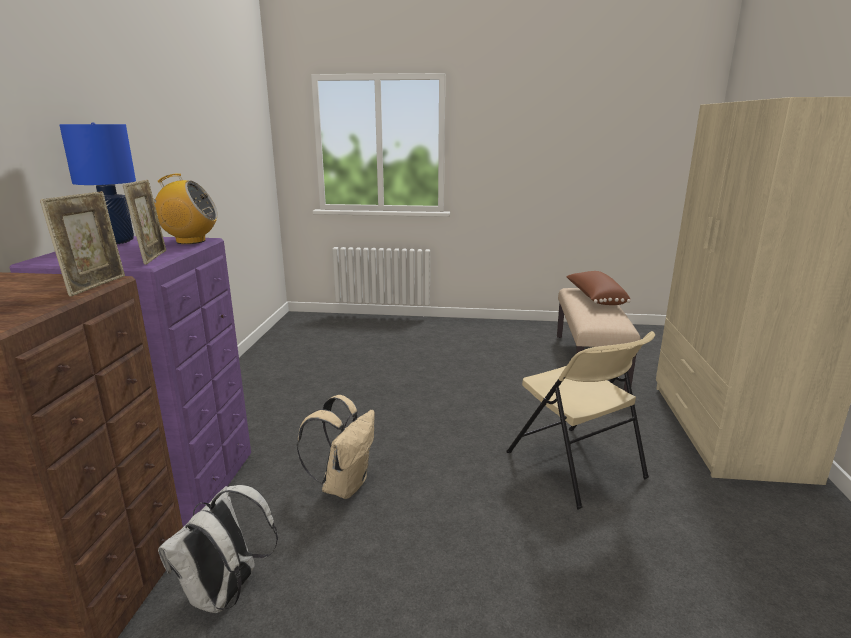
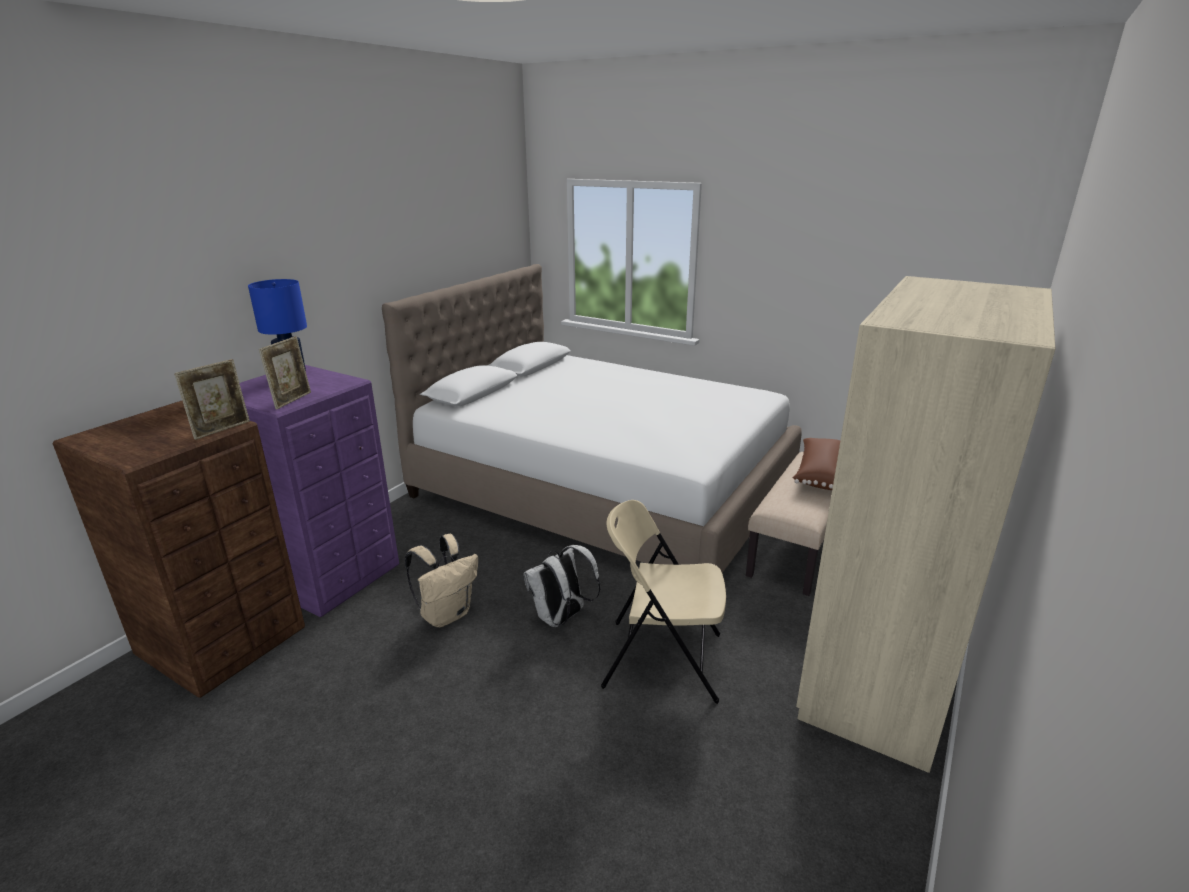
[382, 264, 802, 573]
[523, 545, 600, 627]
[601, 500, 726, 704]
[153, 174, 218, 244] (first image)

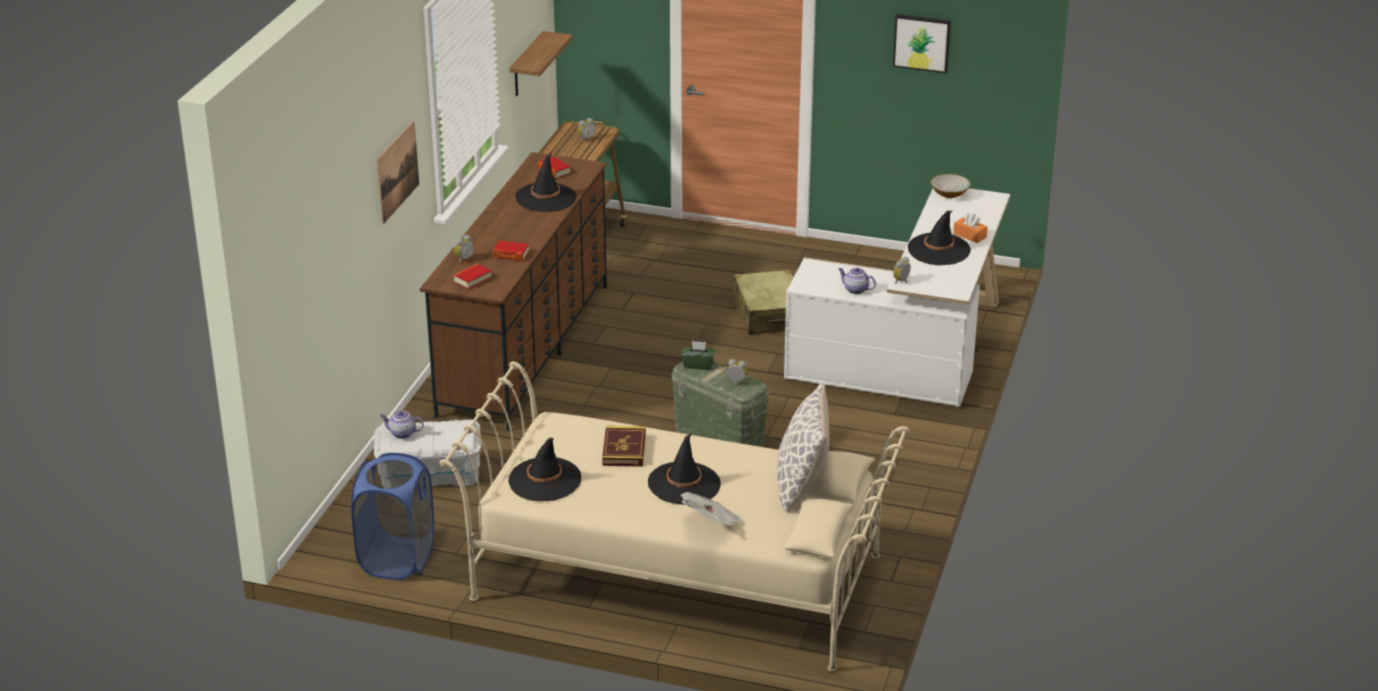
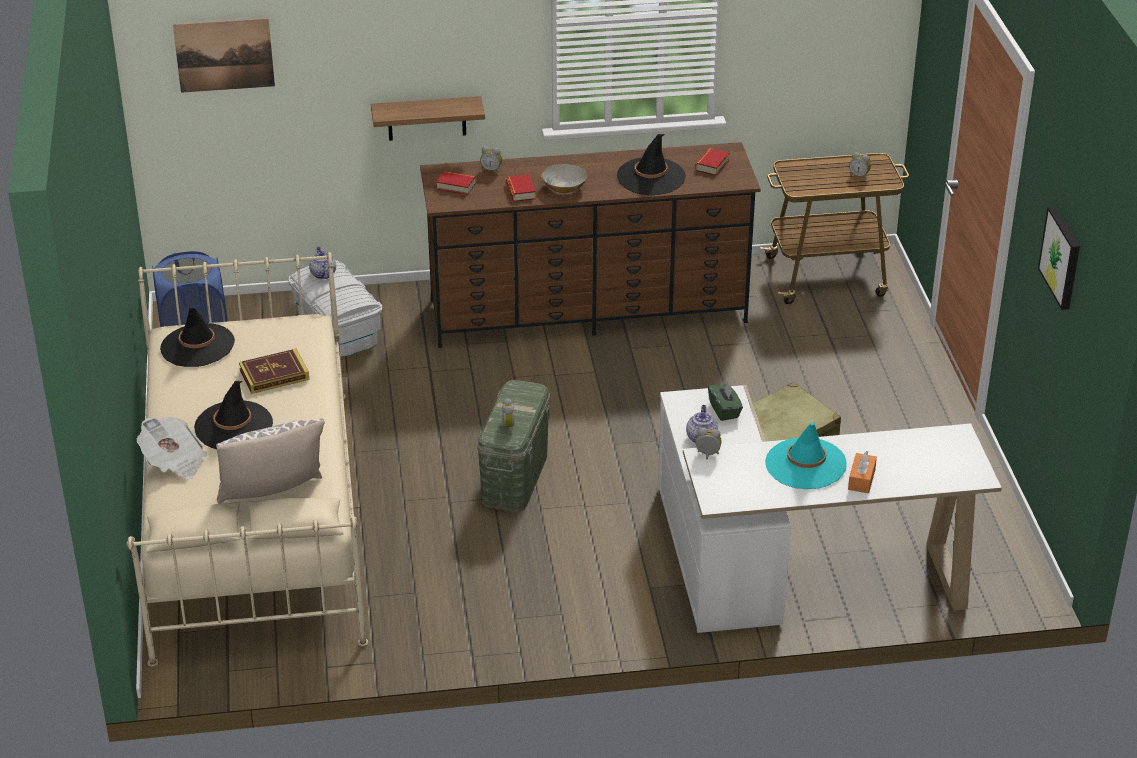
[173, 18, 275, 93]
[371, 96, 485, 141]
[541, 164, 587, 193]
[708, 382, 743, 421]
[765, 423, 847, 489]

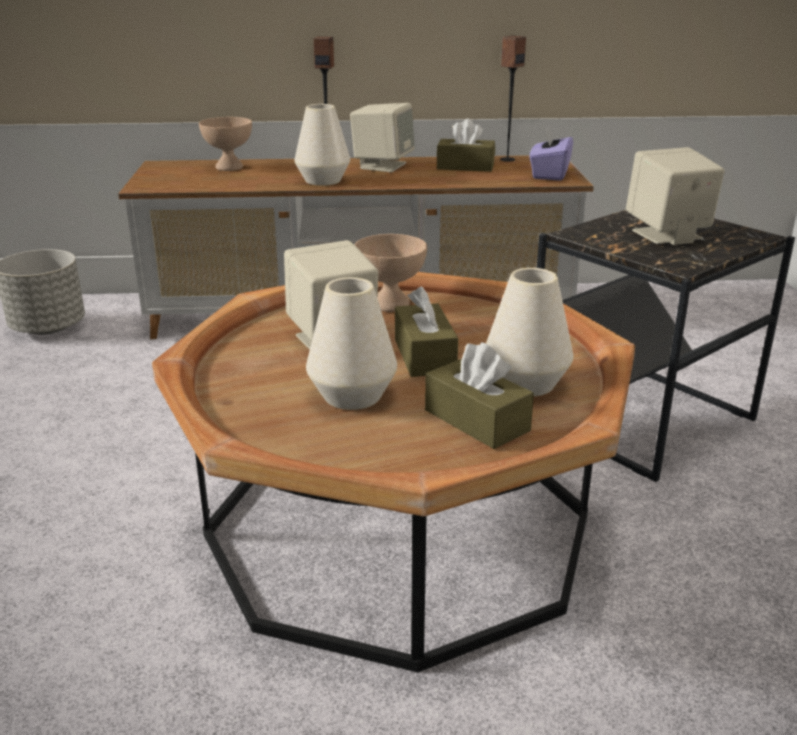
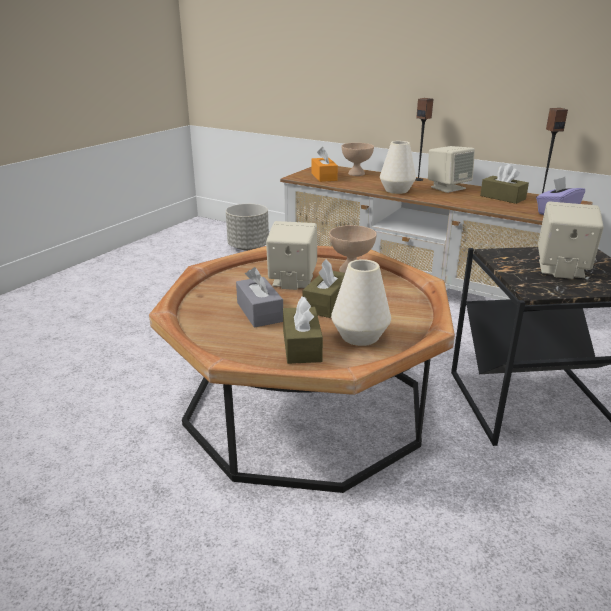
[236, 267, 283, 327]
[311, 147, 338, 182]

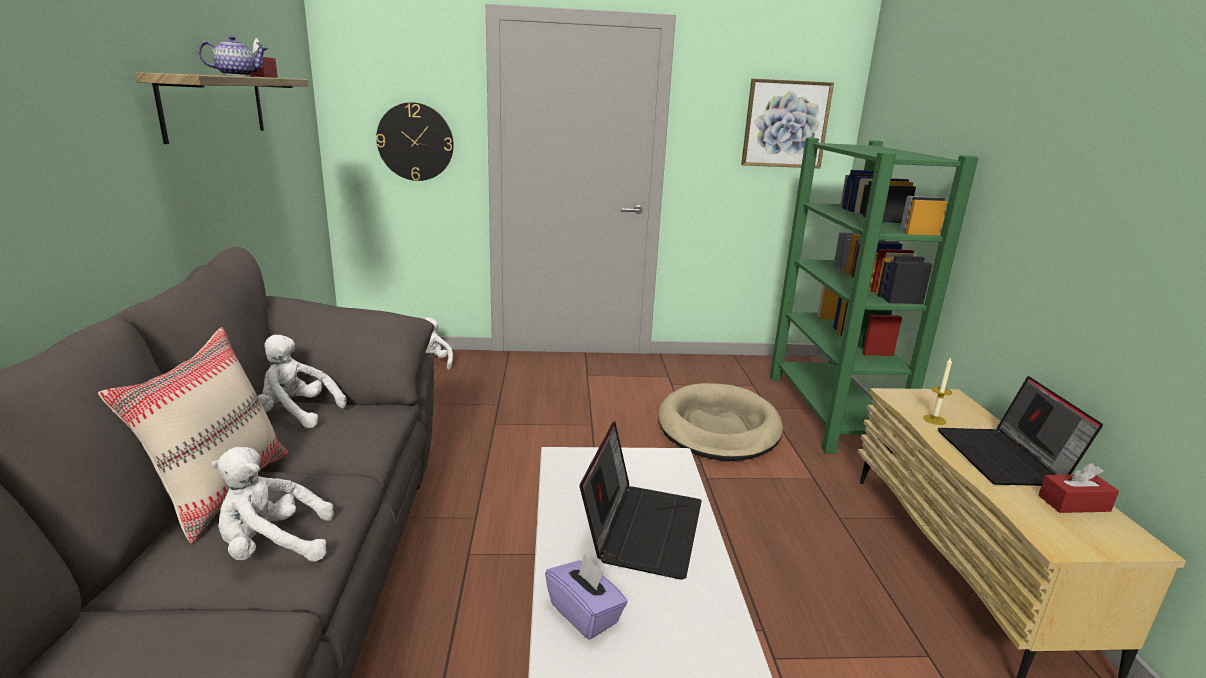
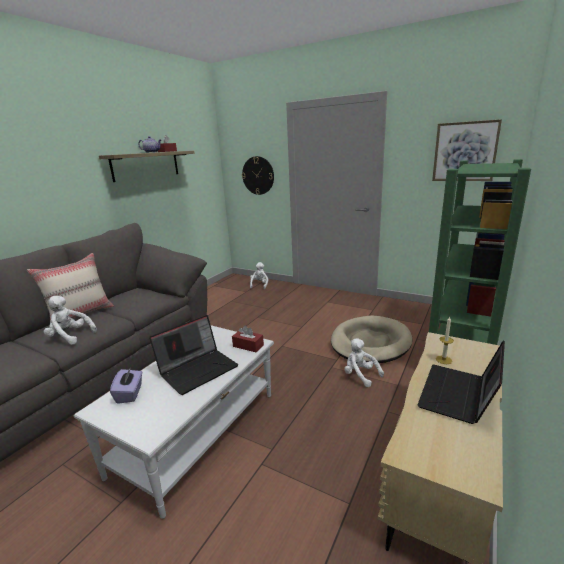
[232, 325, 264, 352]
[344, 338, 384, 387]

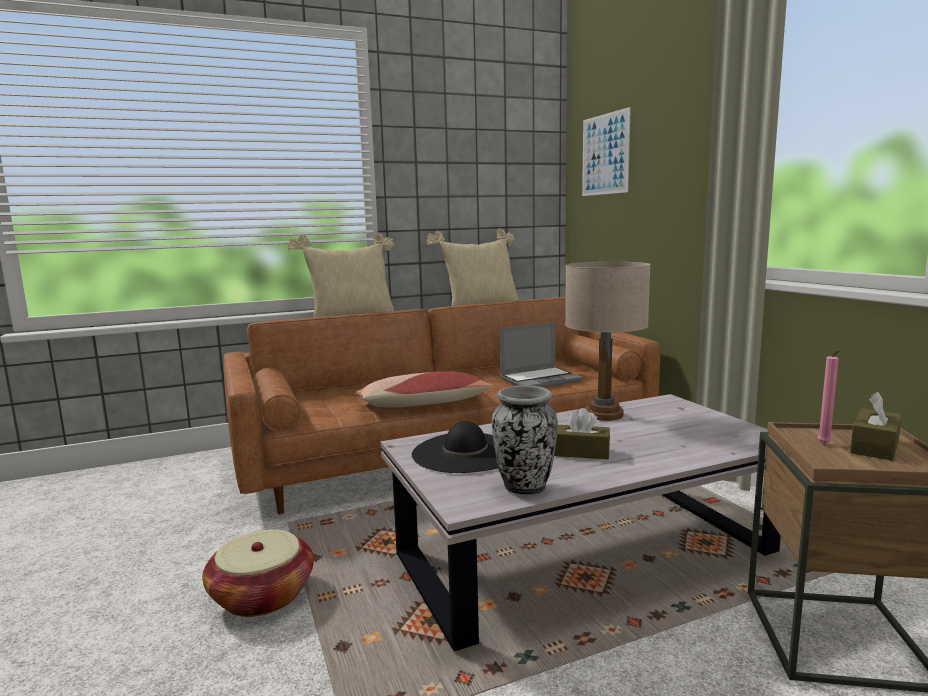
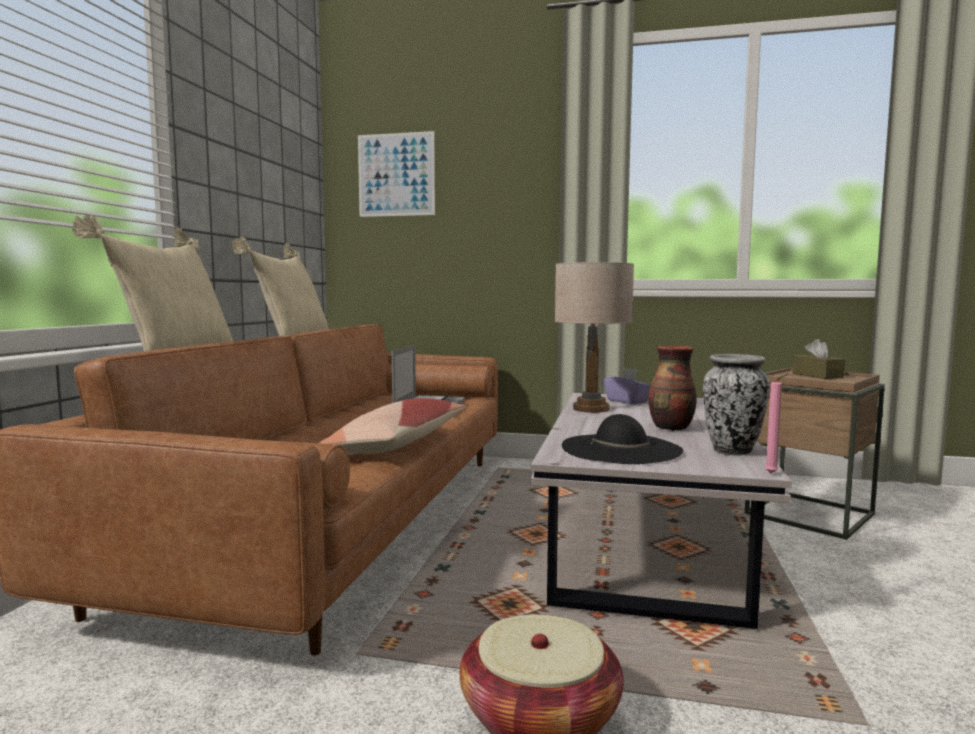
[604, 368, 651, 404]
[648, 346, 697, 431]
[765, 373, 789, 474]

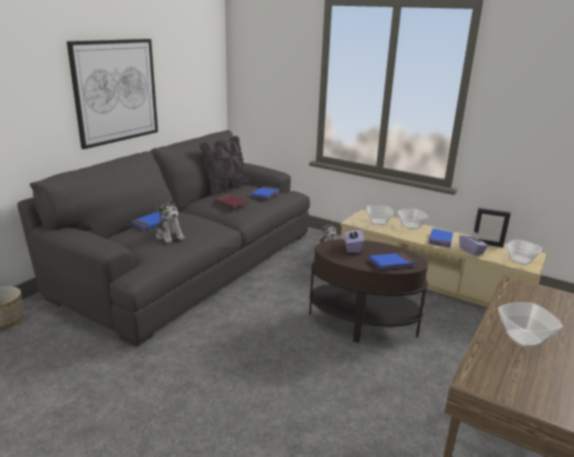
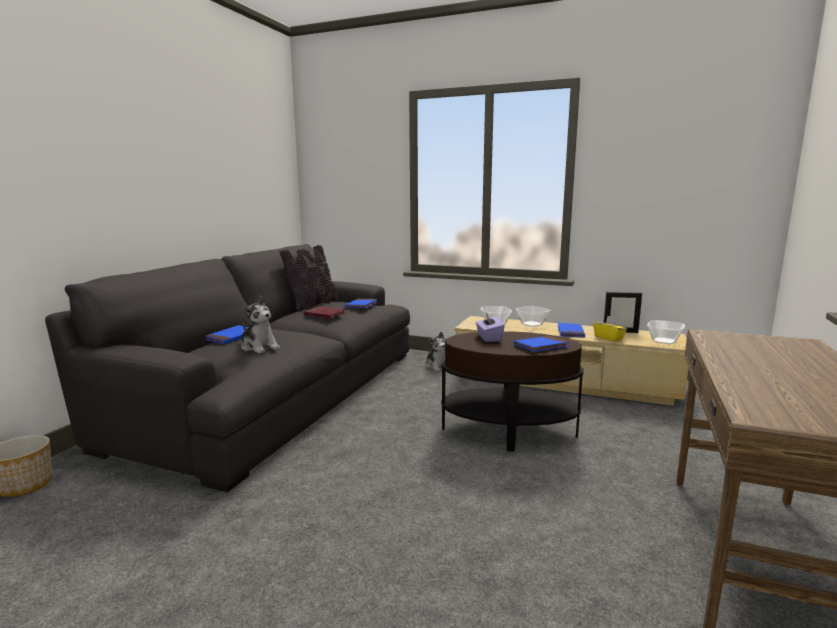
[593, 316, 627, 342]
[67, 39, 158, 149] (first image)
[498, 302, 563, 347] (first image)

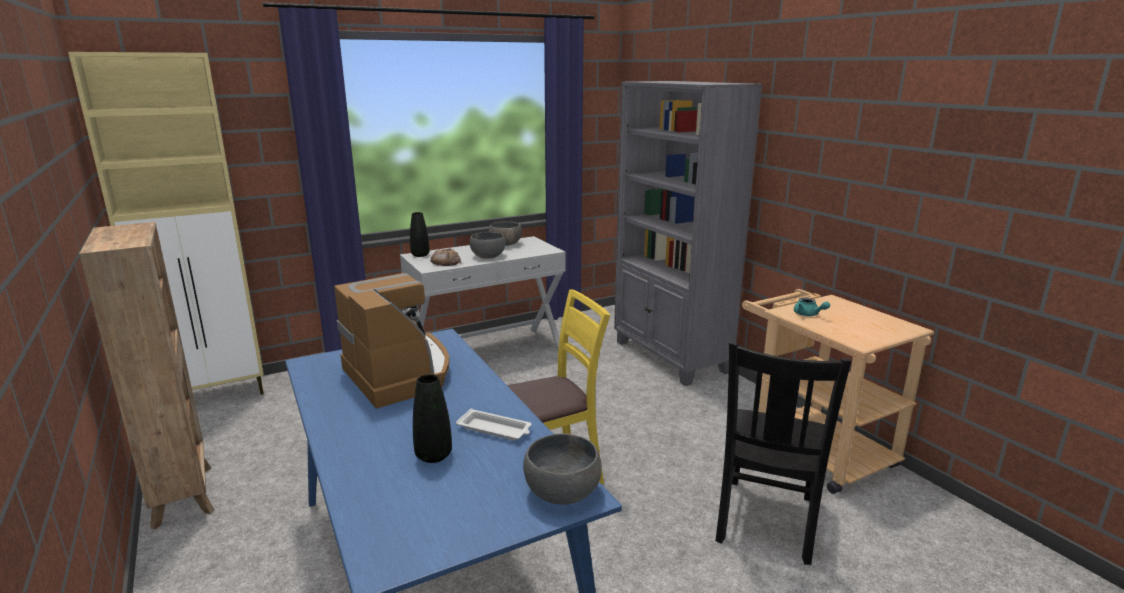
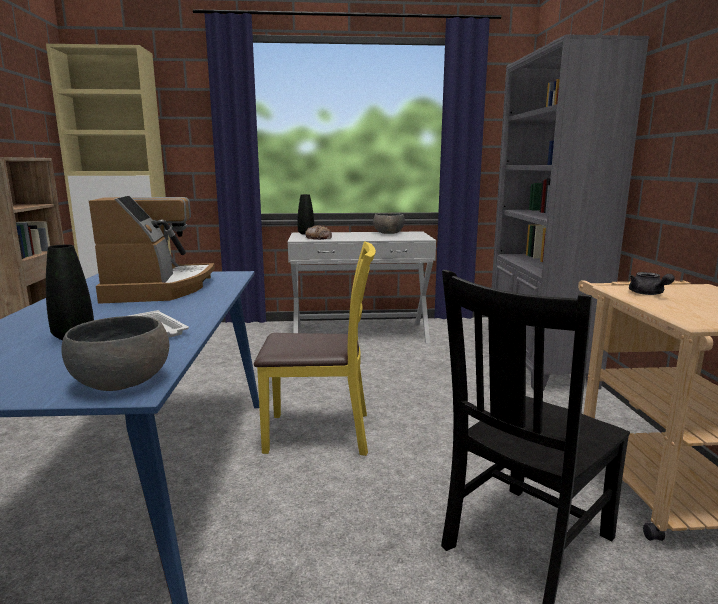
[629, 272, 675, 295]
[470, 232, 505, 259] (first image)

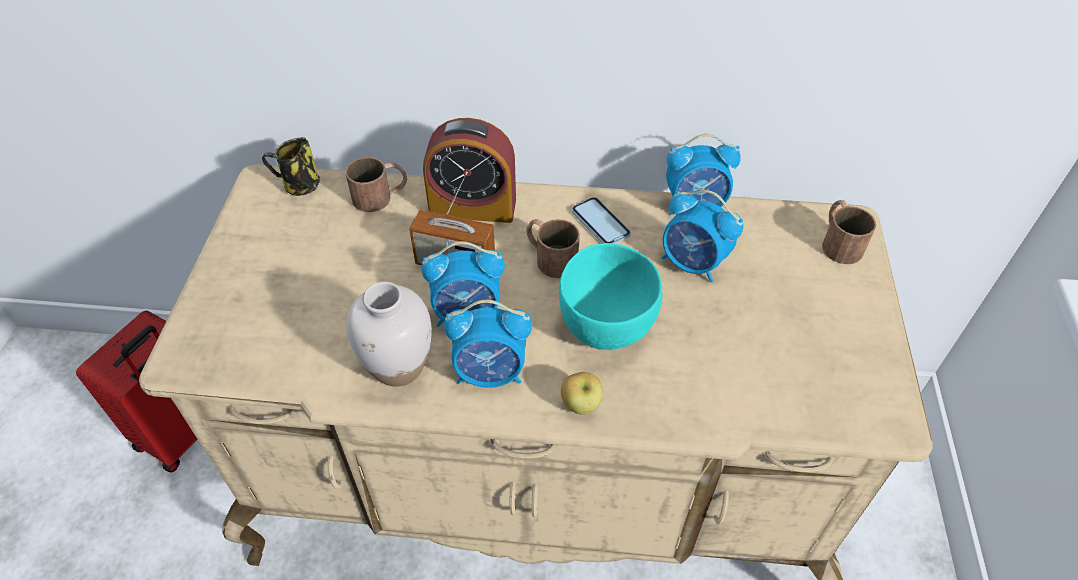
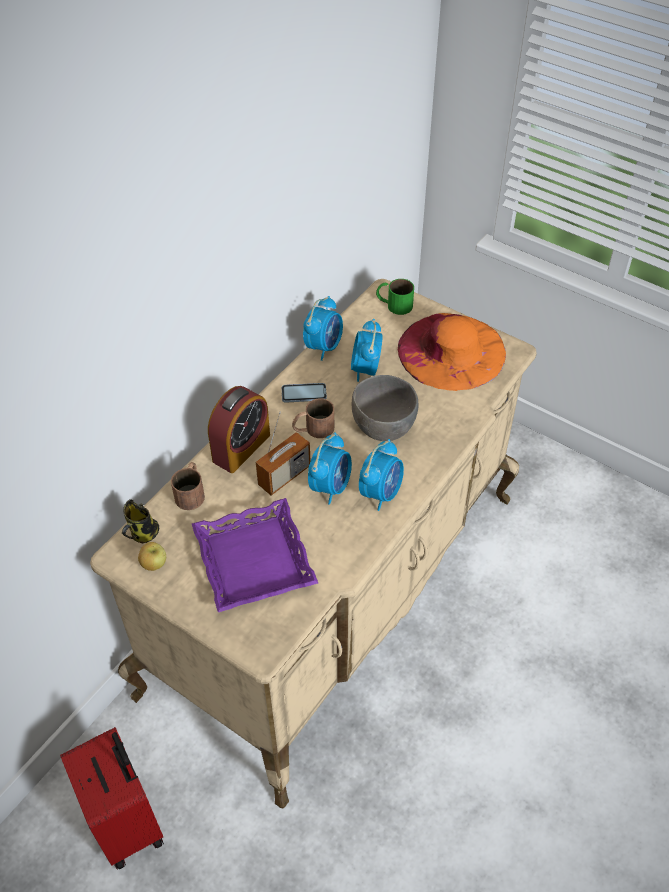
[138, 542, 166, 571]
[192, 498, 318, 612]
[351, 319, 382, 382]
[352, 375, 419, 441]
[376, 279, 414, 315]
[398, 313, 506, 391]
[346, 282, 432, 387] (first image)

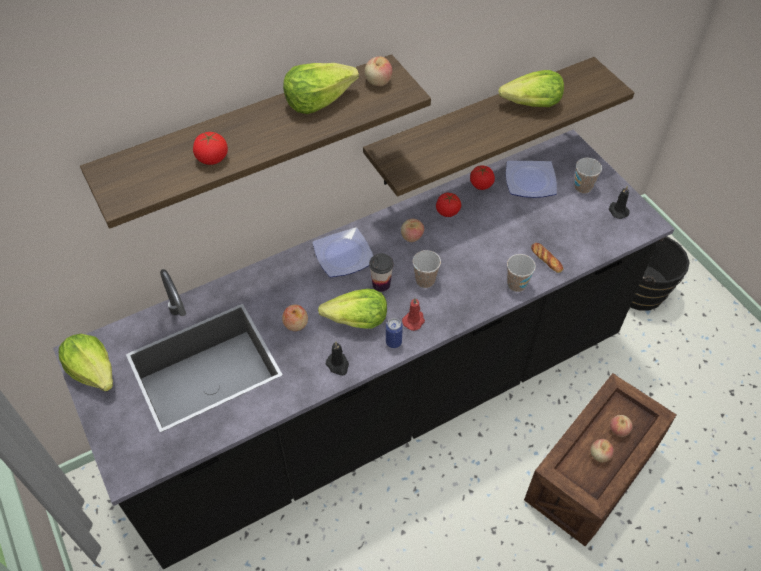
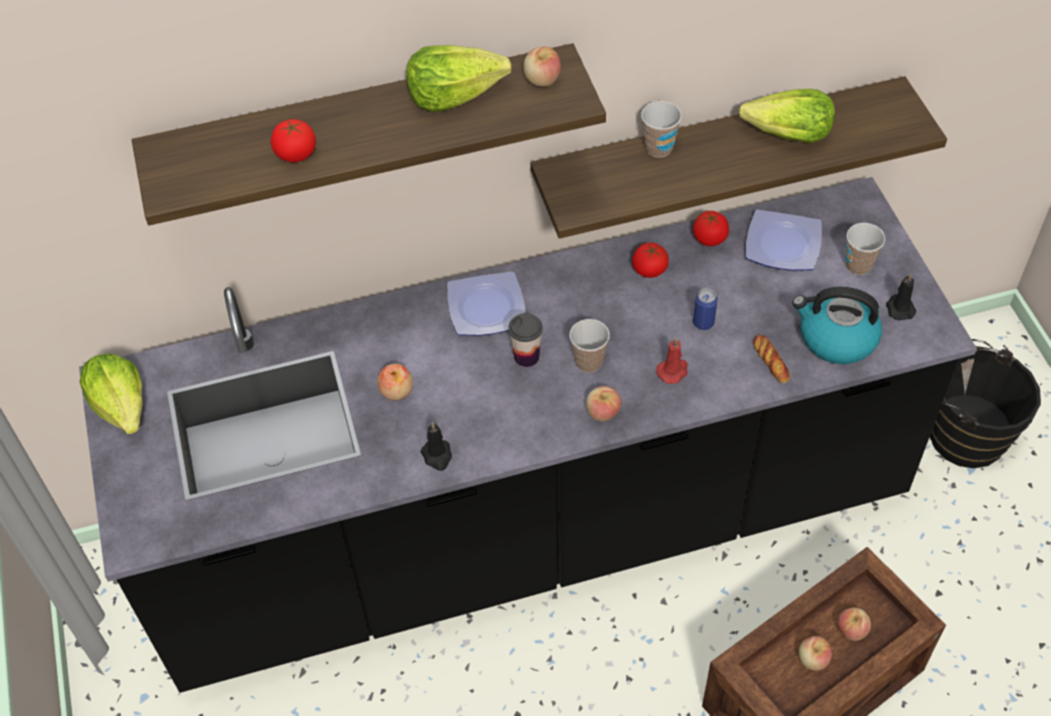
[586, 386, 622, 421]
[641, 101, 682, 158]
[656, 338, 688, 384]
[693, 288, 718, 330]
[792, 287, 882, 364]
[318, 289, 387, 329] (first image)

